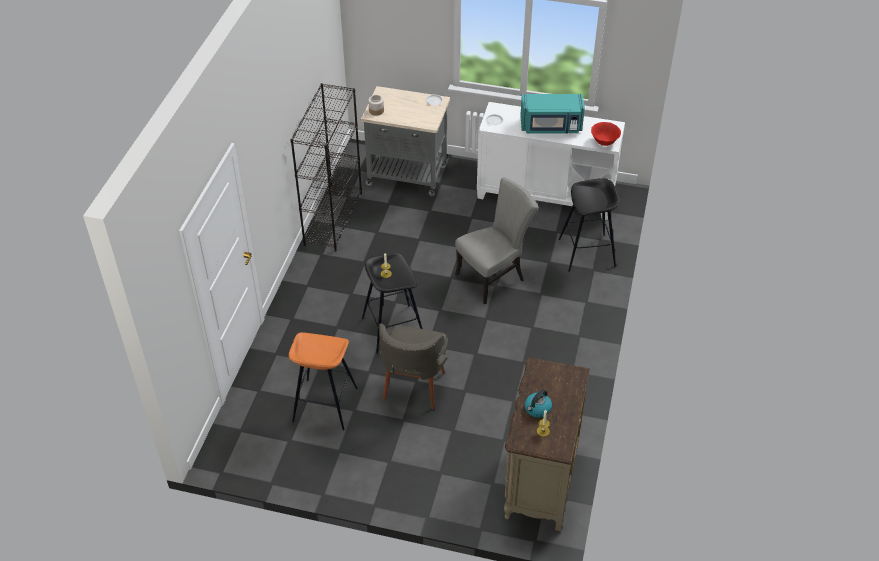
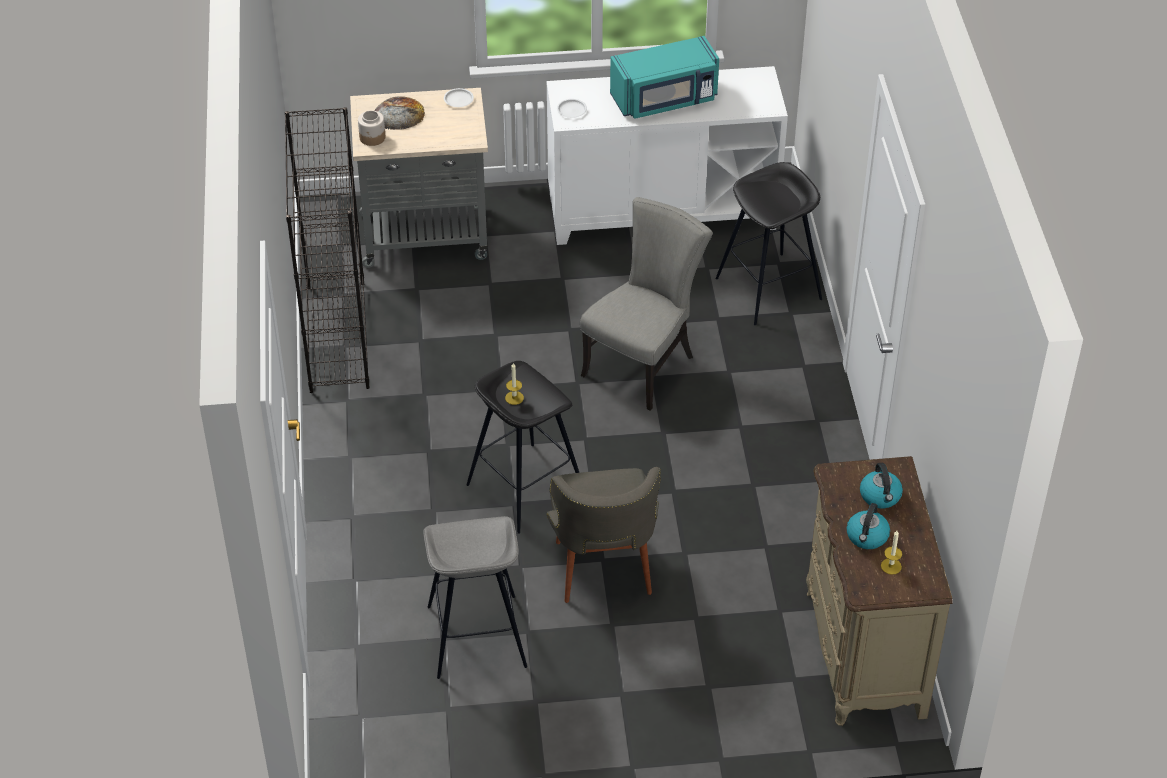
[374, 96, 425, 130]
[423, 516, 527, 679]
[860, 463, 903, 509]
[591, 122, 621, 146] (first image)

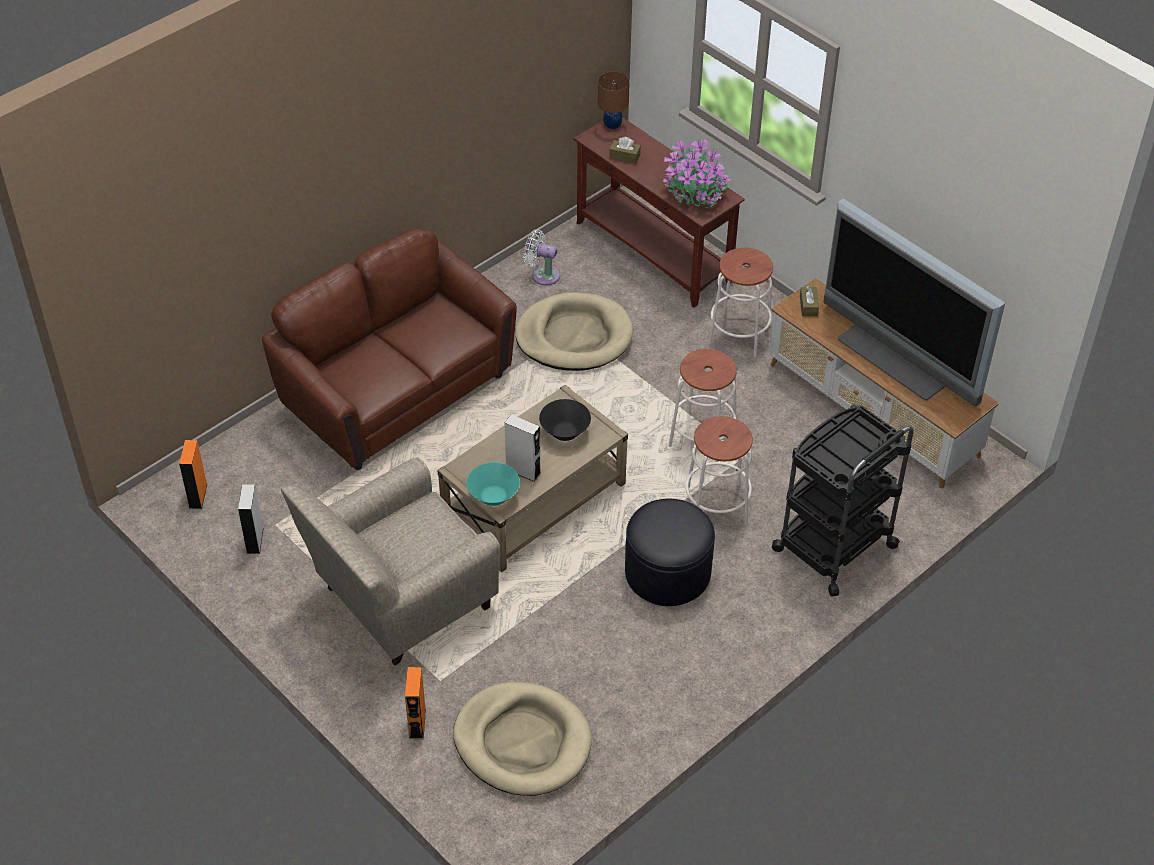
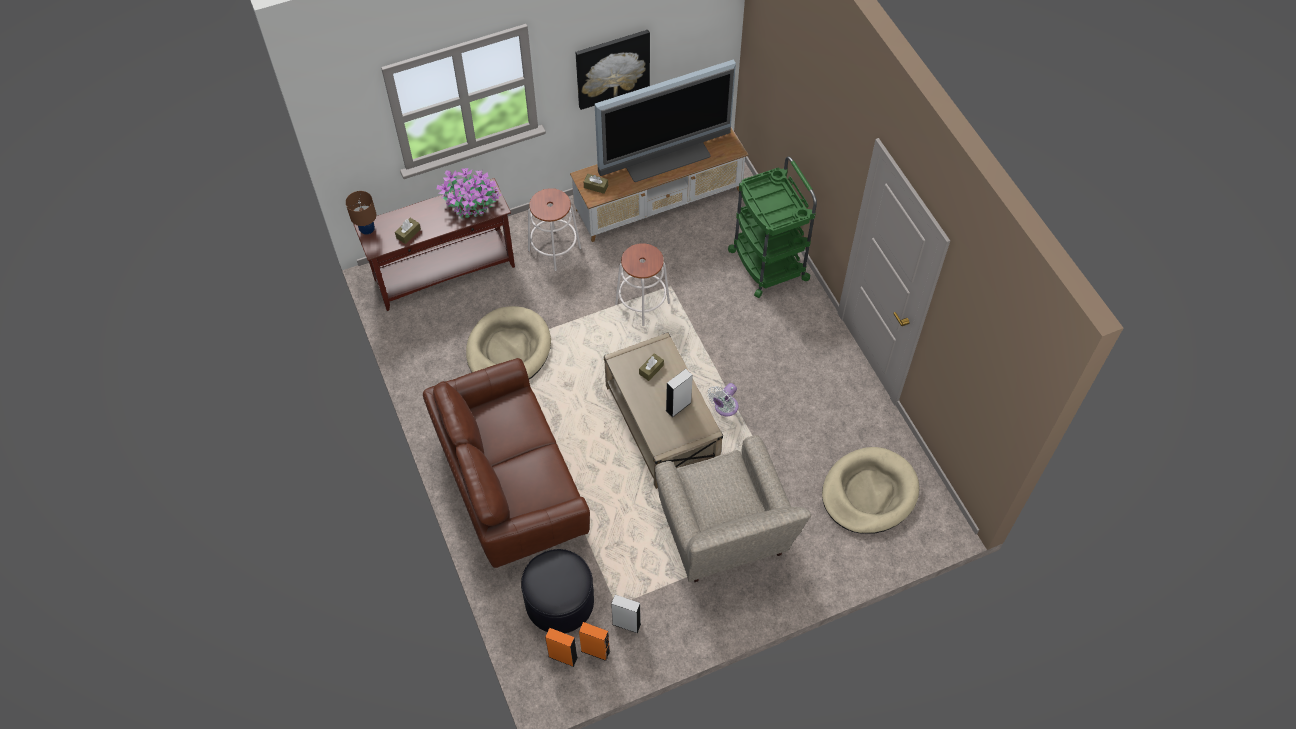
[521, 549, 594, 633]
[576, 30, 650, 110]
[579, 622, 610, 661]
[639, 353, 664, 381]
[707, 383, 739, 416]
[728, 156, 817, 298]
[467, 462, 520, 506] (first image)
[685, 416, 753, 525] (first image)

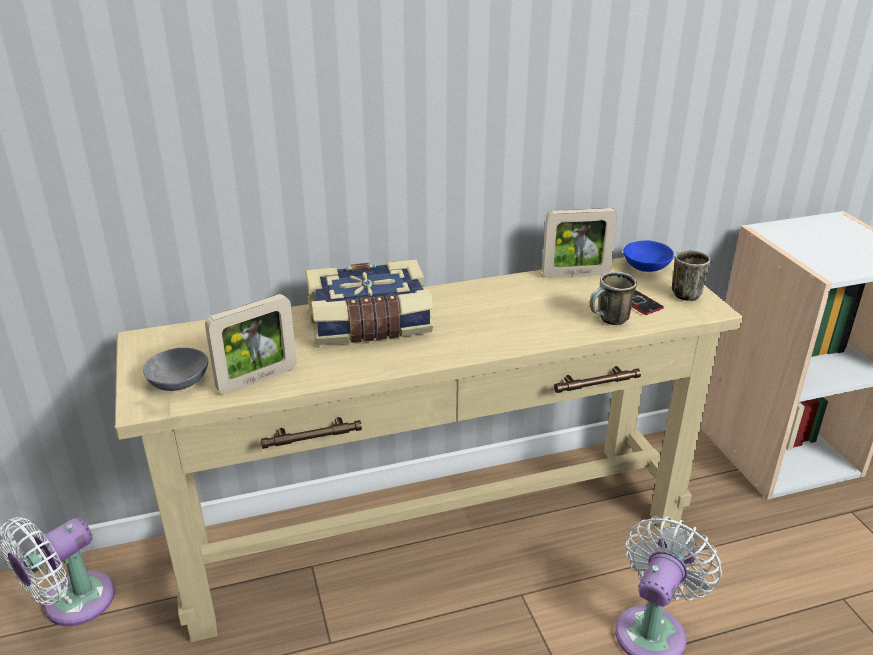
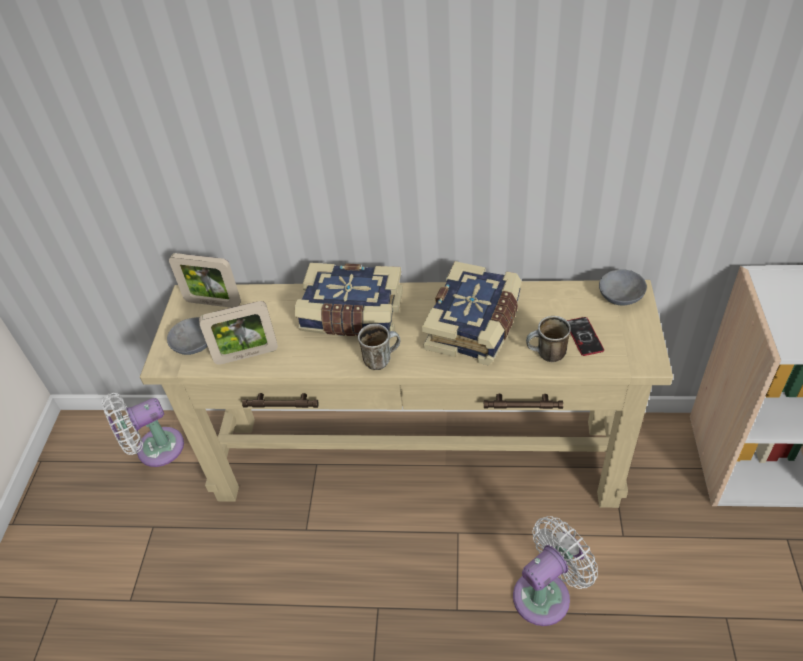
[169, 253, 241, 308]
[358, 324, 401, 370]
[422, 261, 521, 365]
[599, 269, 647, 305]

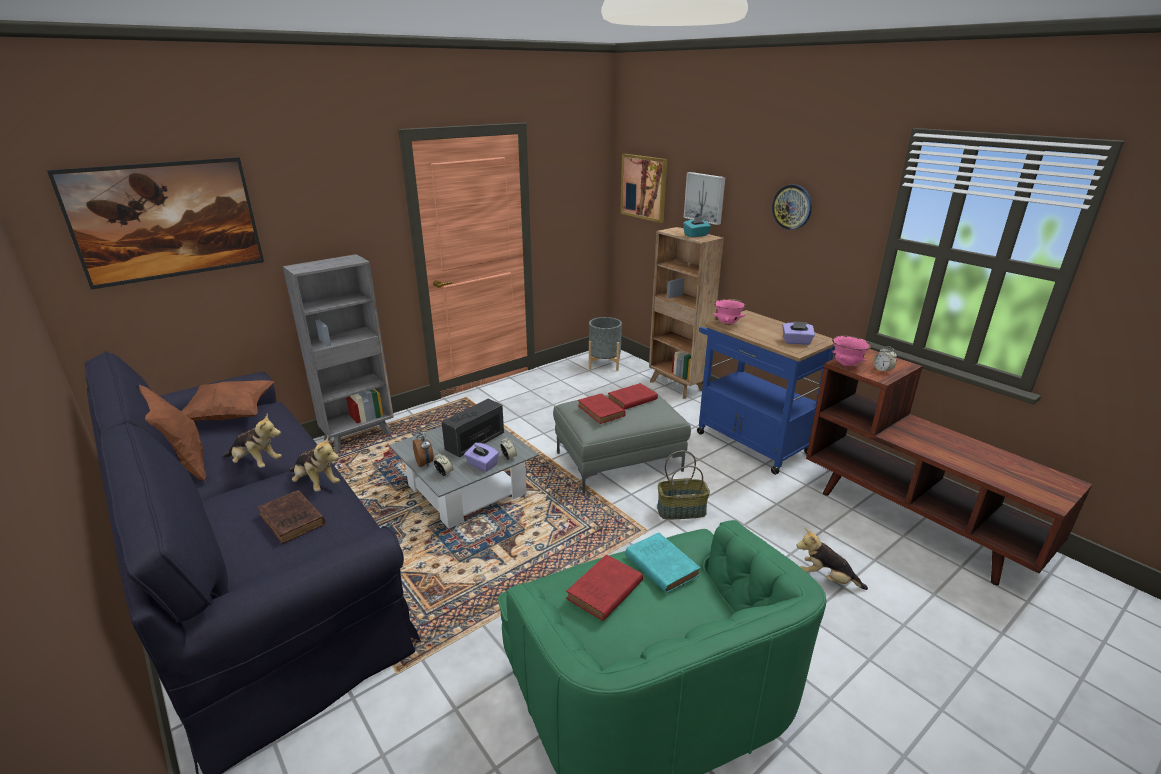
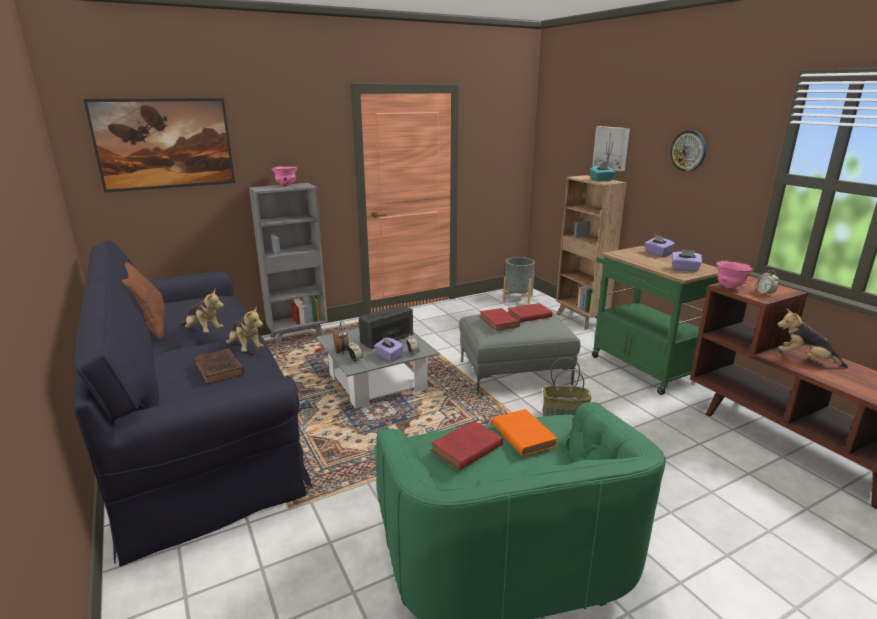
[271, 166, 299, 186]
[492, 409, 558, 456]
[592, 246, 720, 395]
[645, 234, 675, 257]
[777, 308, 848, 368]
[181, 380, 274, 421] (first image)
[620, 154, 667, 223] (first image)

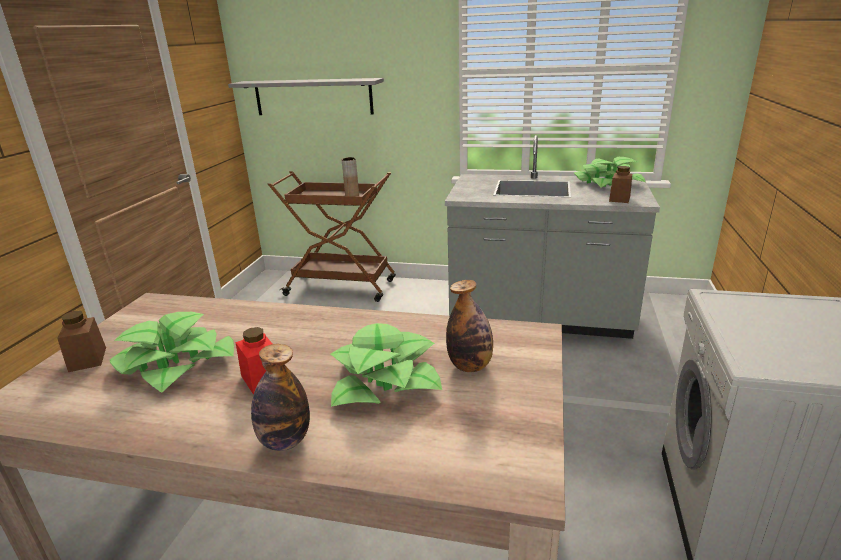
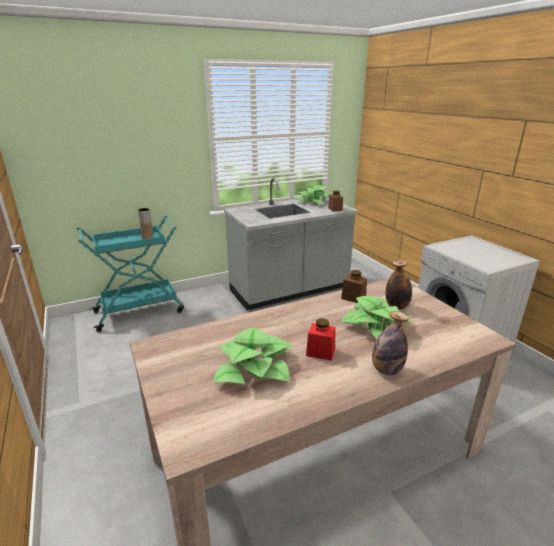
[77, 216, 184, 332]
[341, 270, 367, 303]
[228, 78, 384, 115] (first image)

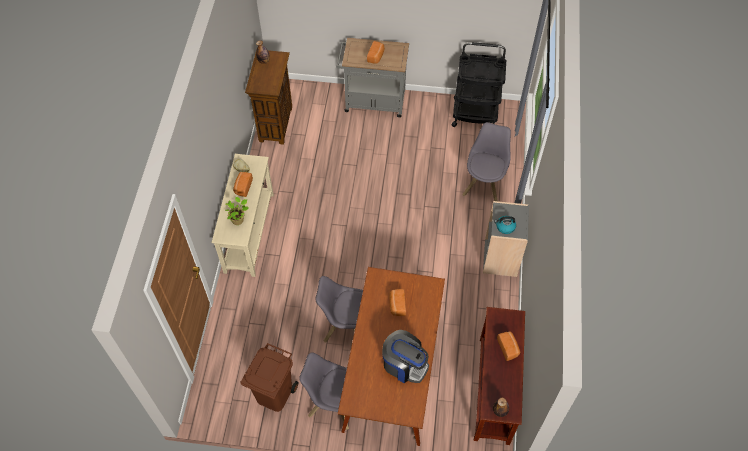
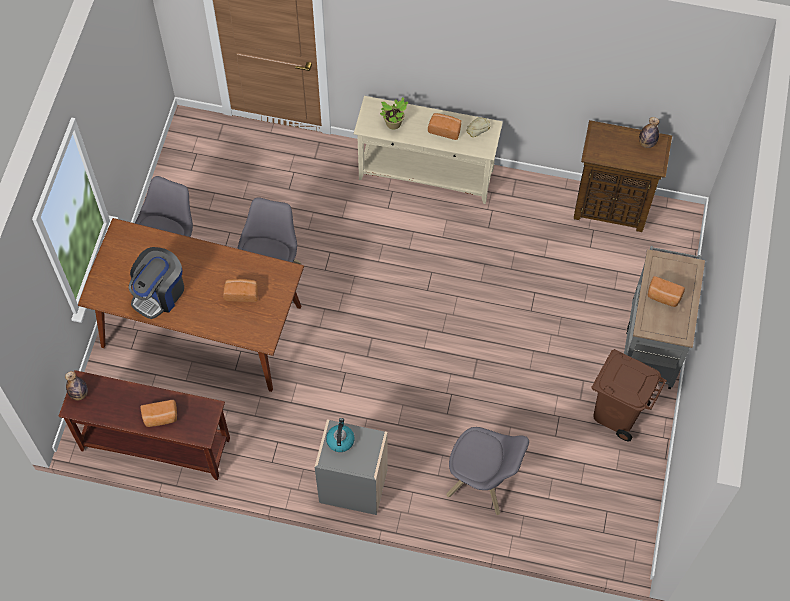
[591, 349, 667, 441]
[452, 42, 506, 127] (first image)

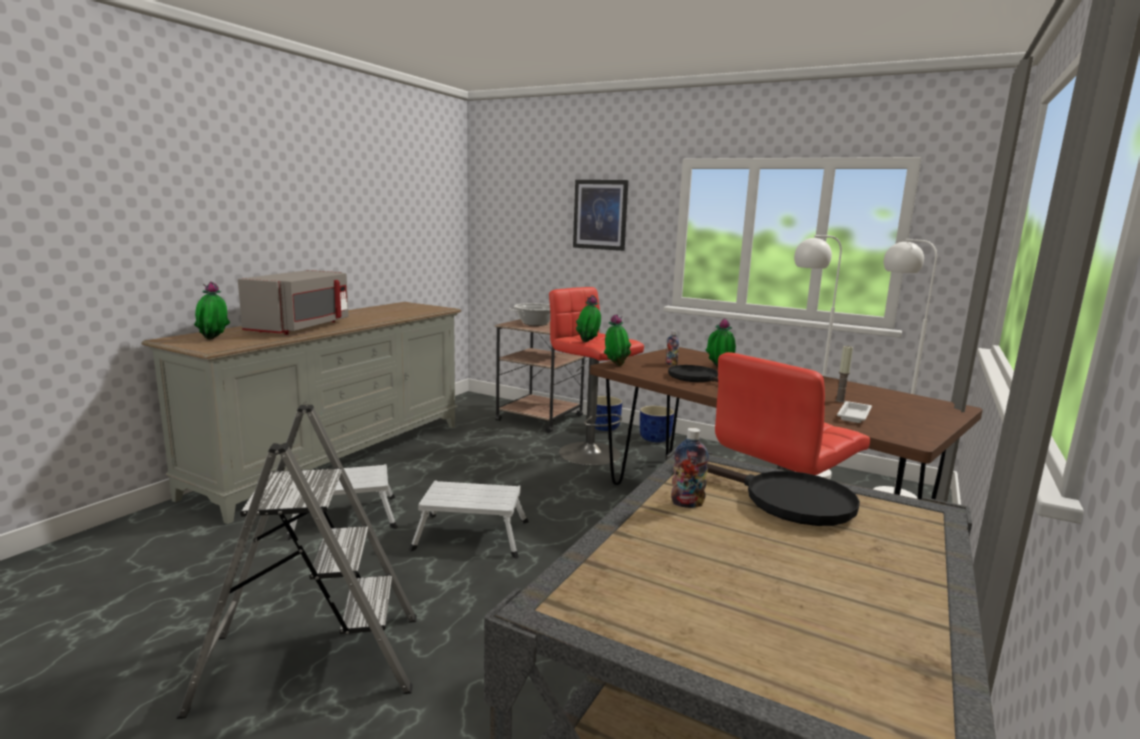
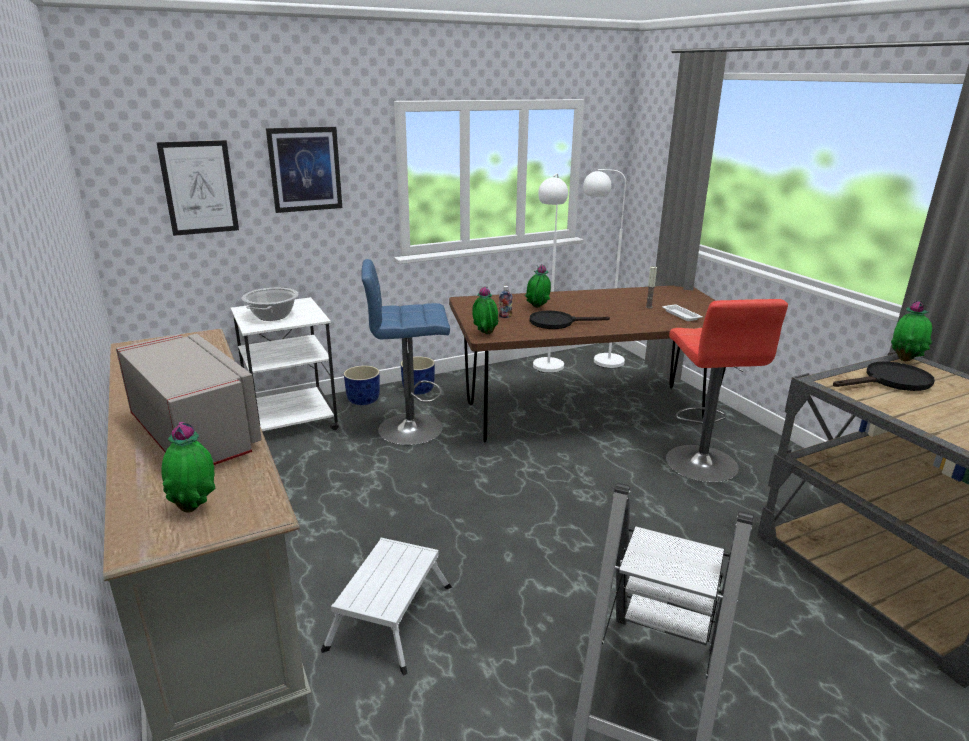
[156, 140, 239, 236]
[231, 297, 339, 431]
[361, 259, 450, 445]
[891, 301, 932, 361]
[409, 480, 529, 559] (first image)
[671, 428, 709, 508] (first image)

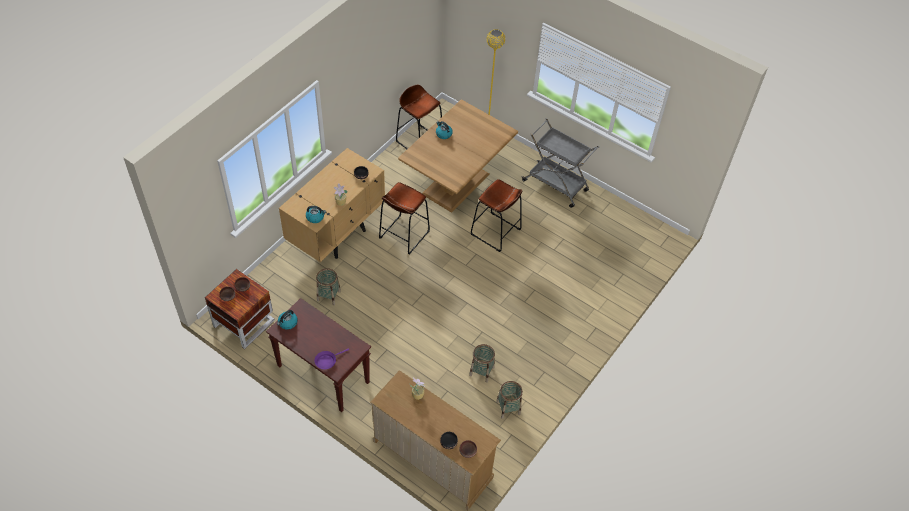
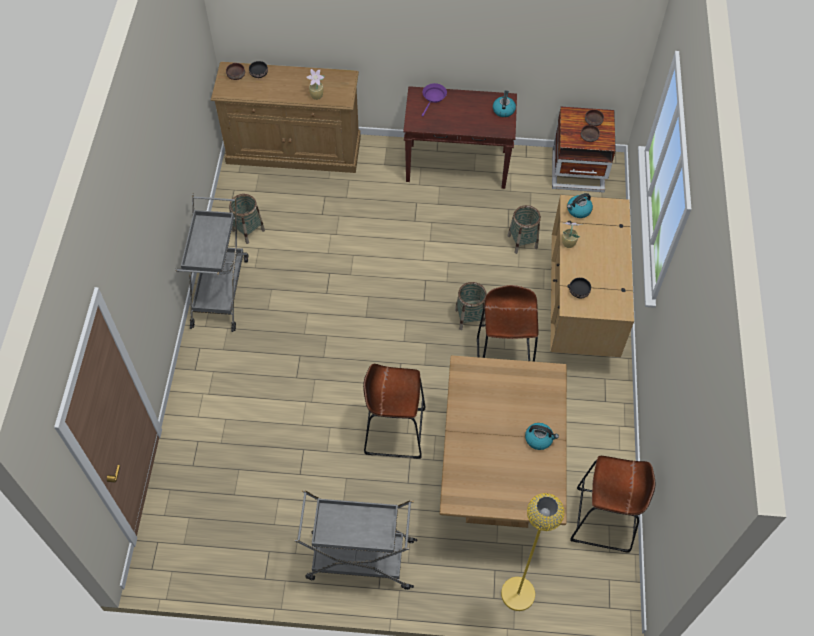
[175, 194, 249, 332]
[455, 282, 487, 330]

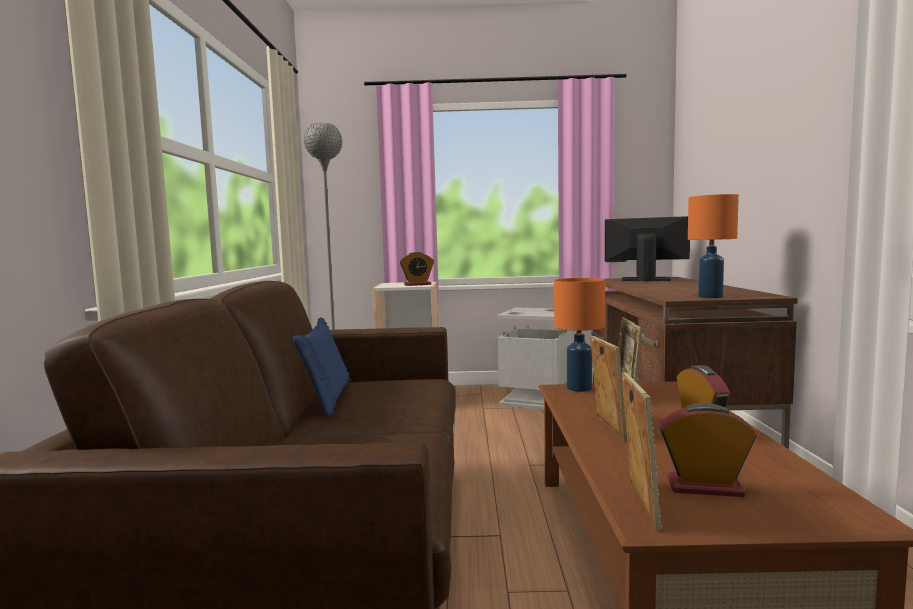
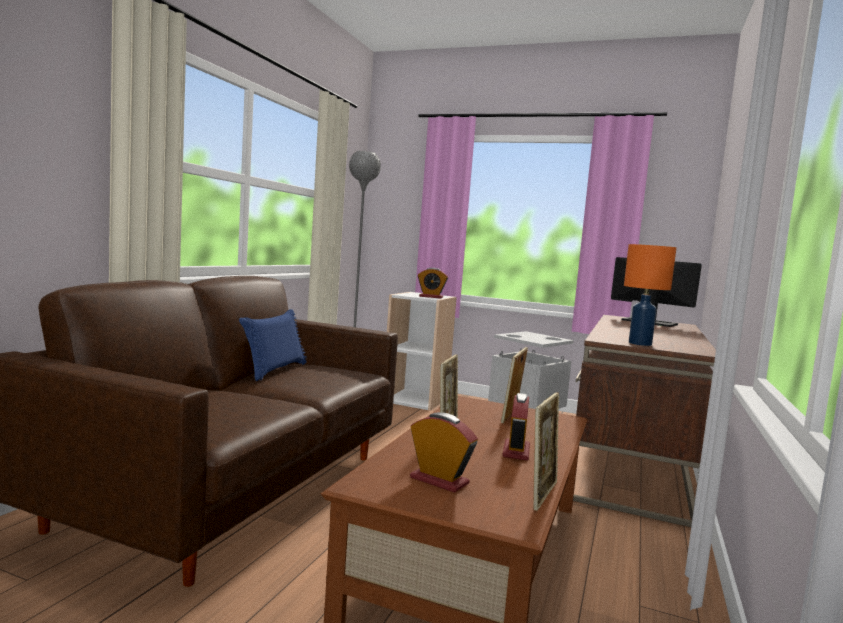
[533, 392, 560, 511]
[554, 278, 605, 392] (first image)

